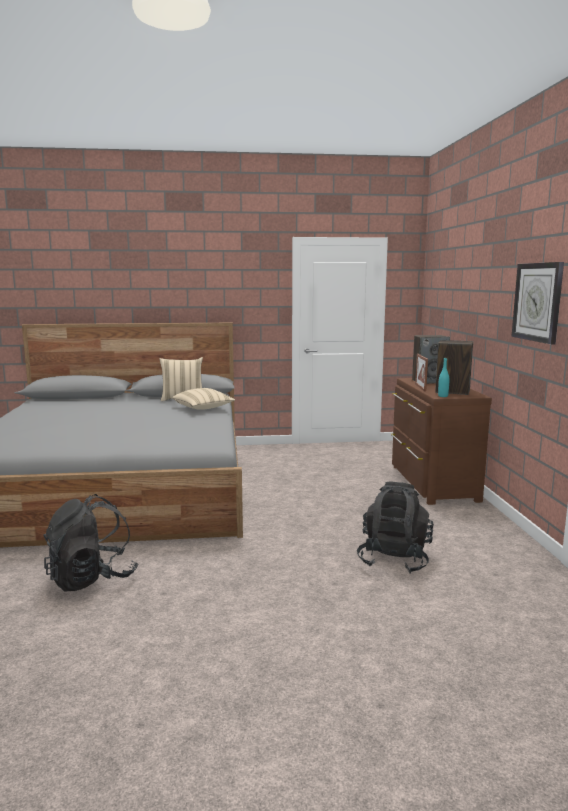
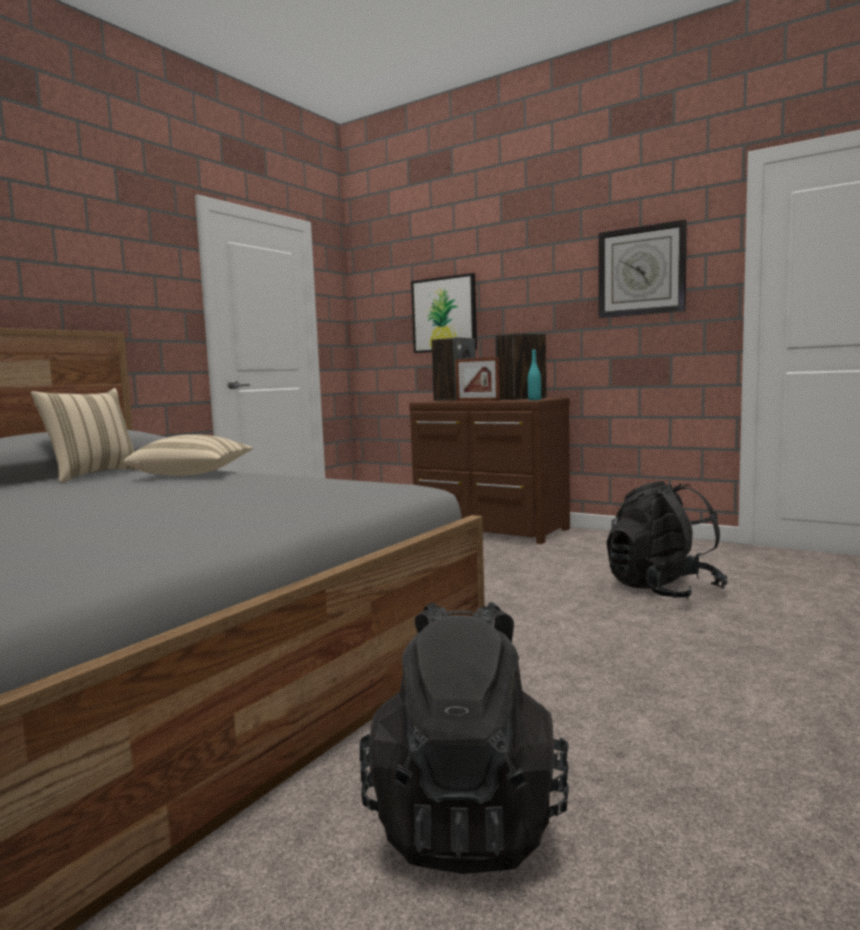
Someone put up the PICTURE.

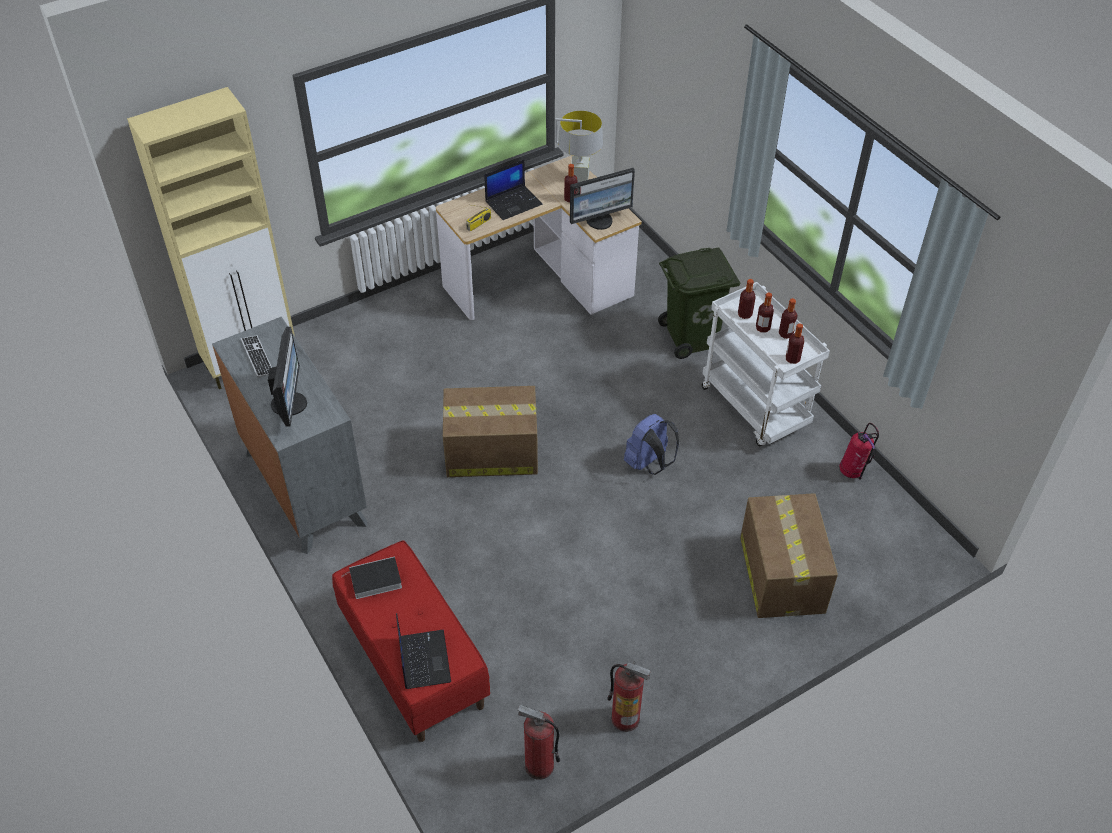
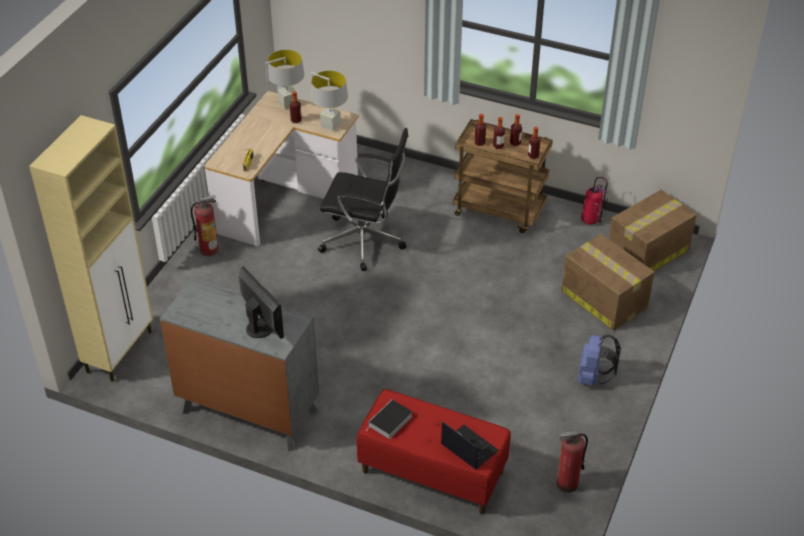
Someone took away the KEYBOARD.
Someone took away the LAPTOP (2nd from left).
Someone took away the GREEN TRASH CAN.
Someone put down the BLACK OFFICE CHAIR.
Someone carried the CARDBOARD BOX (1st from left in the first image).
Someone carried the FIRE EXTINGUISHER (2nd from left in the first image).
Someone carried the BLUE BACKPACK.
Someone swapped the MONITOR (2nd from left) for the GREY TABLE LAMP (2nd from left).
Someone repainted the WHITE CART, which became the BROWN CART.

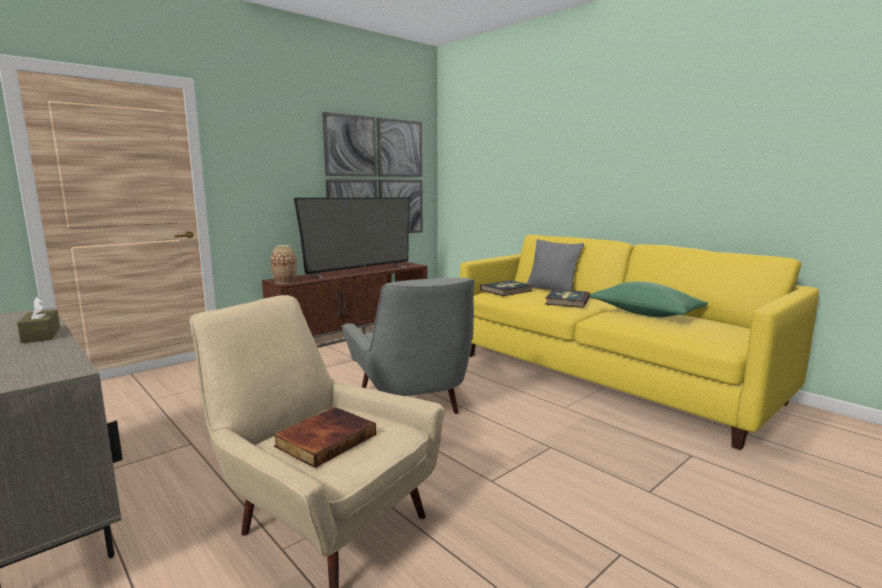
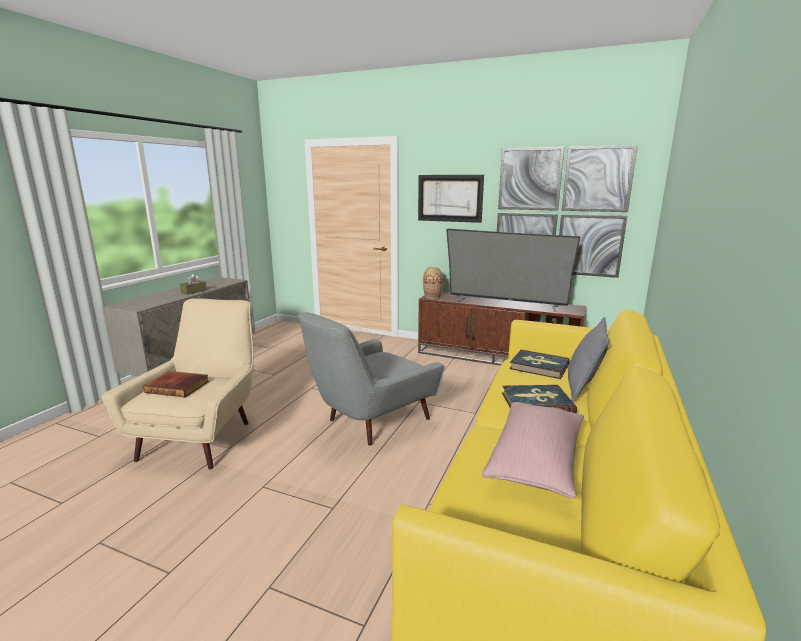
Someone put up the PICTURE (1st from left).
Someone repainted the GREEN PILLOW, which became the PINK PILLOW.

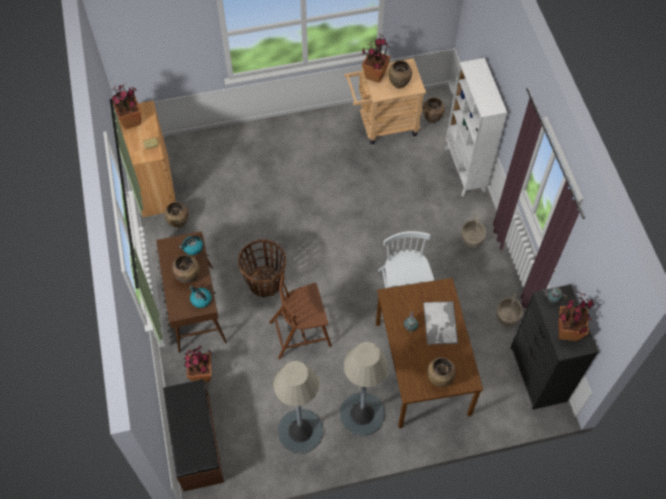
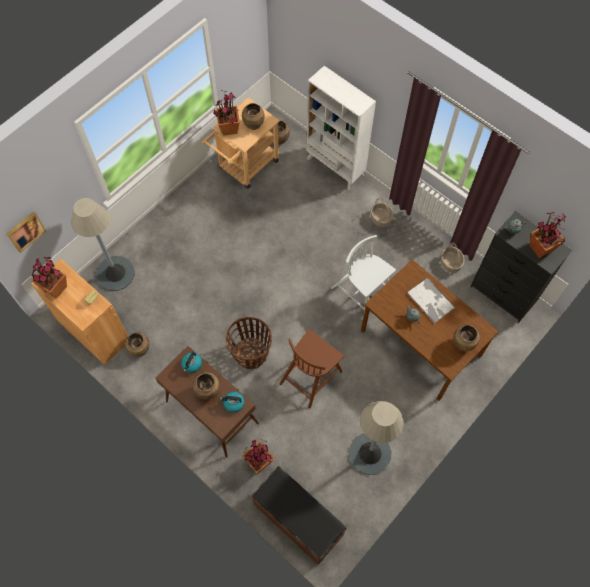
Someone put up the PICTURE.
Someone carried the GREY FLOOR LAMP (2nd from left in the first image).

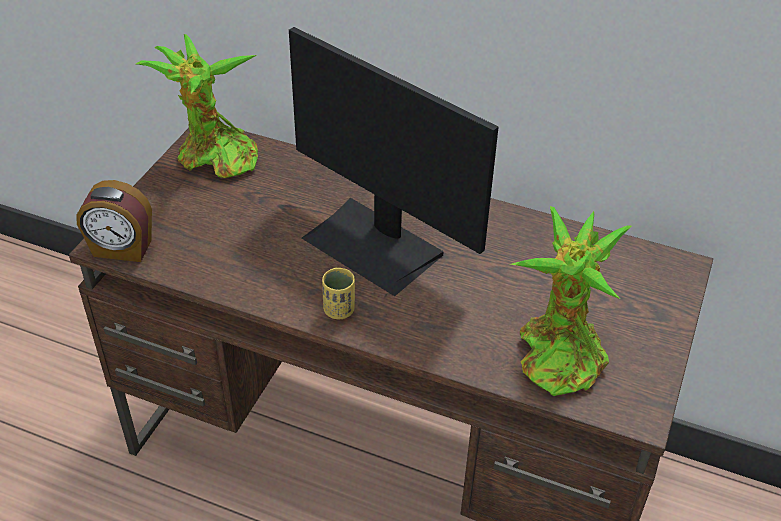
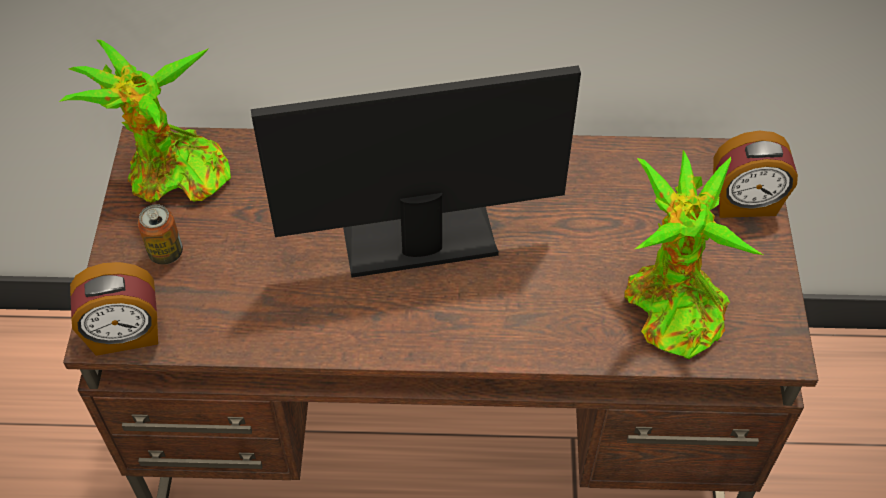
Someone took away the YELLOW CUP.
Someone put down the CAN.
Someone put down the ALARM CLOCK (2nd from left).
Someone rotated the MONITOR by 150 degrees clockwise.

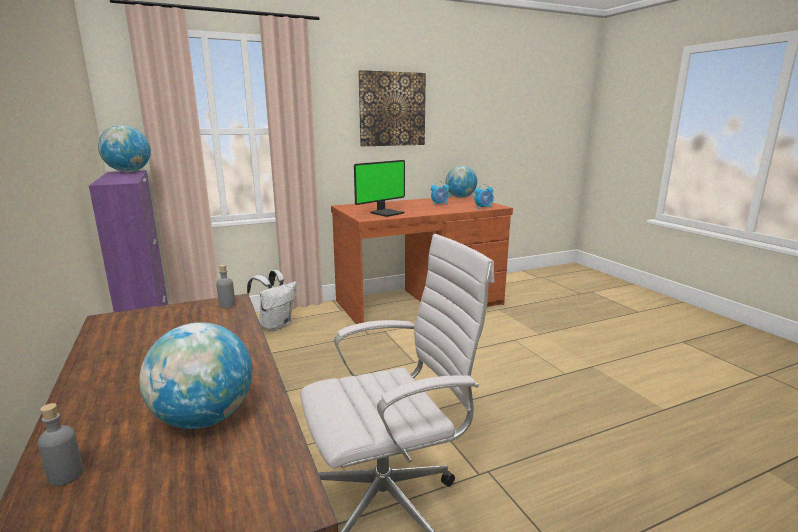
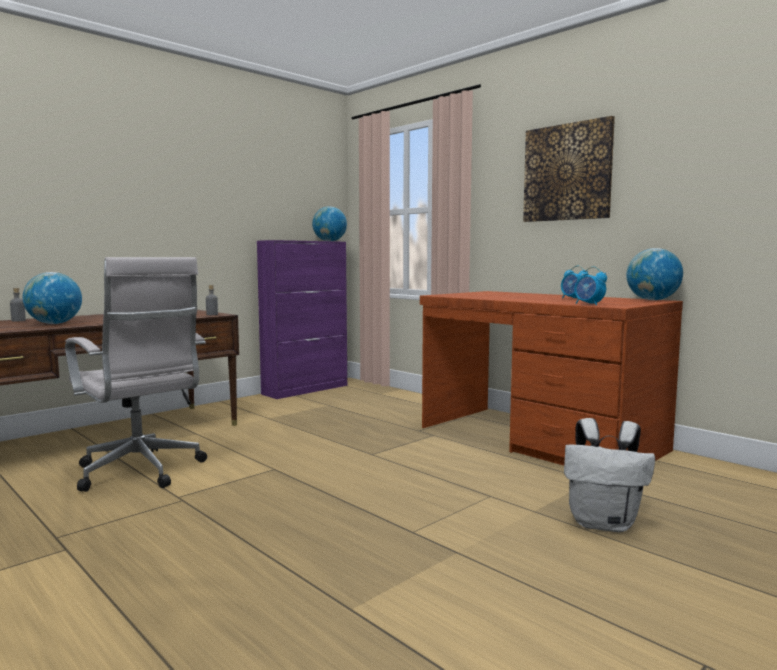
Someone took away the MONITOR.
Someone carried the WHITE BACKPACK.

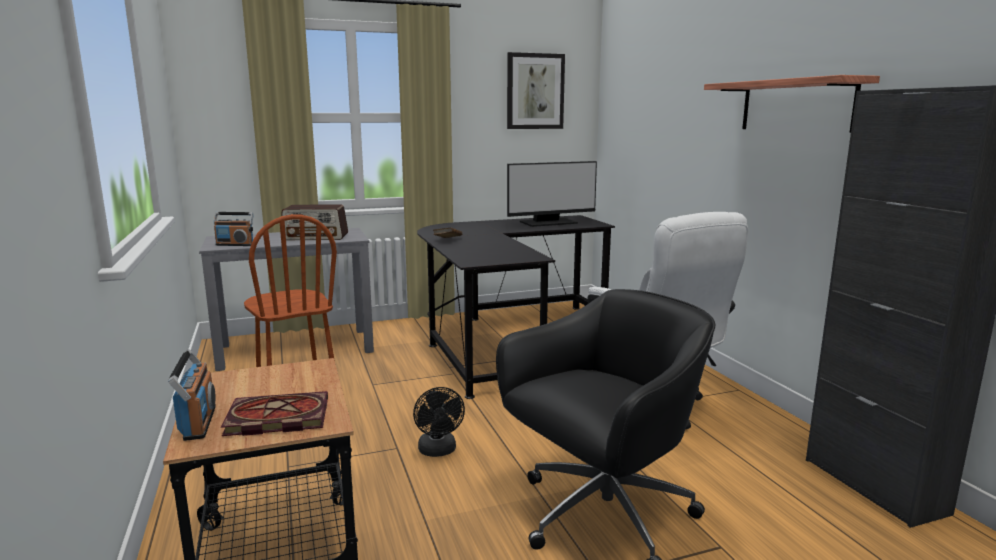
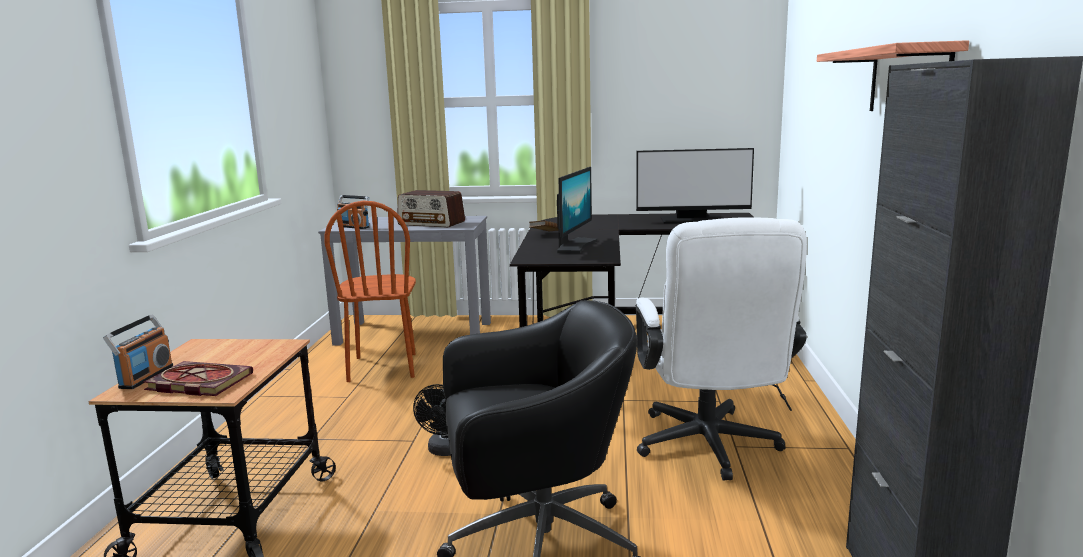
Someone took away the PICTURE.
Someone put down the MONITOR (1st from left).

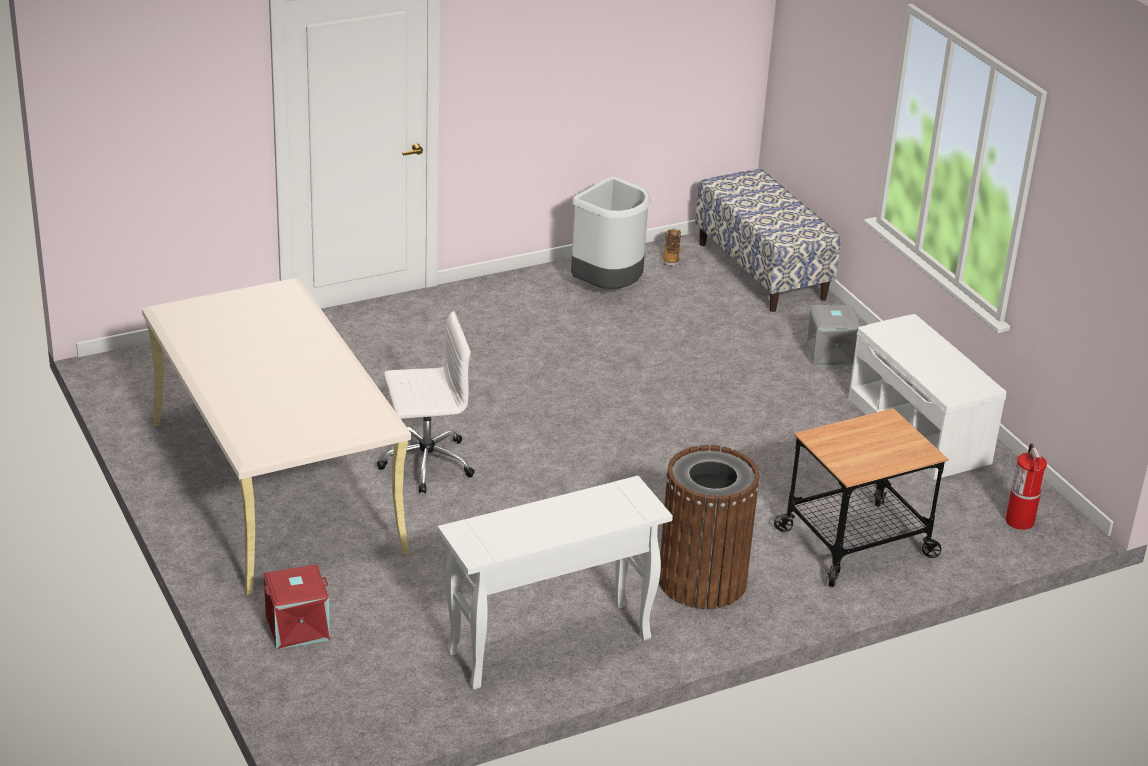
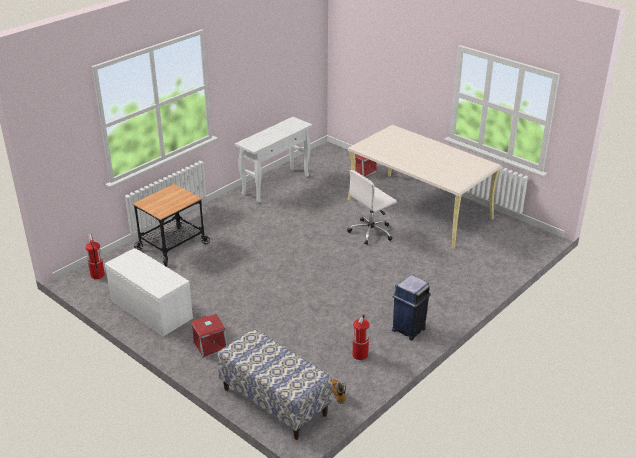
Someone took away the BROWN TRASH CAN.
Someone put down the BLUE TRASH CAN.
Someone swapped the GREY TRASH CAN for the FIRE EXTINGUISHER (2nd from left).
Someone repainted the GREY STORAGE BOX, which became the RED STORAGE BOX (1st from left).

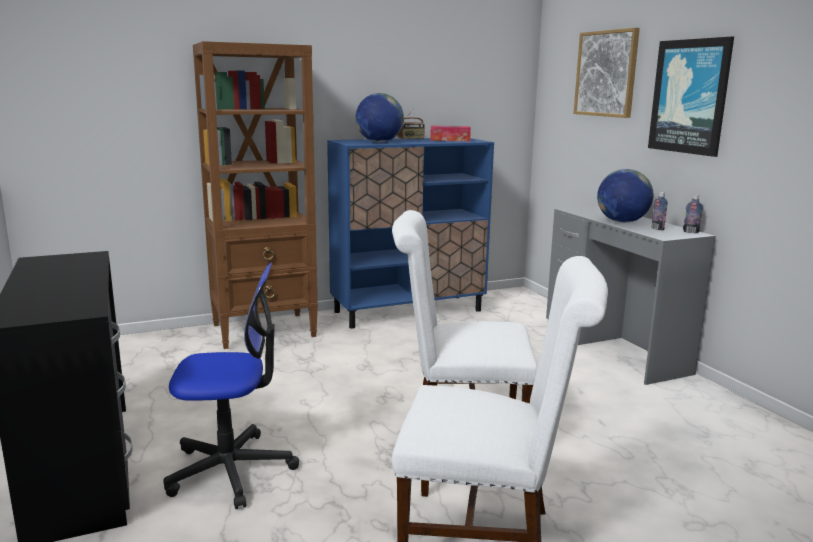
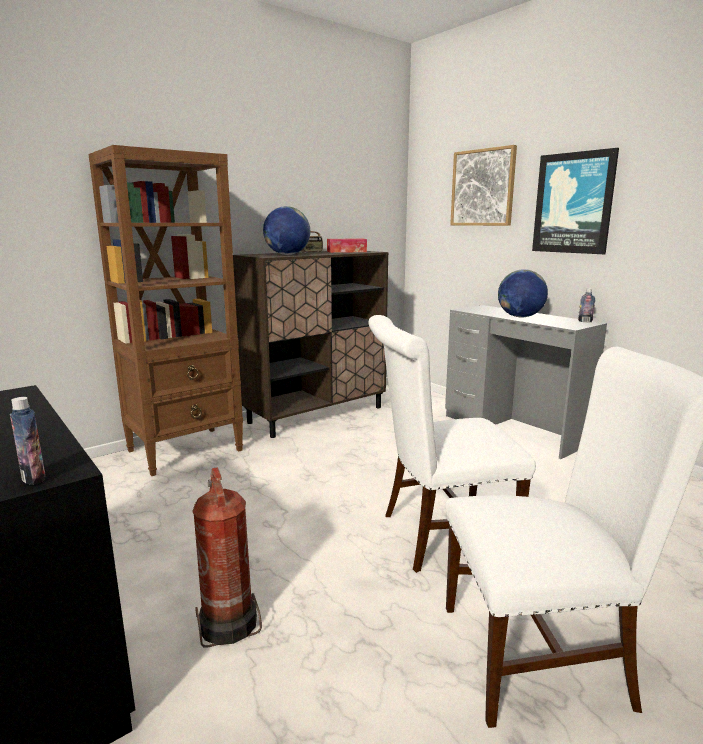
Someone carried the BOTTLE (1st from left).
Someone swapped the OFFICE CHAIR for the FIRE EXTINGUISHER.
Someone repainted the BLUE CABINET, which became the BROWN CABINET.

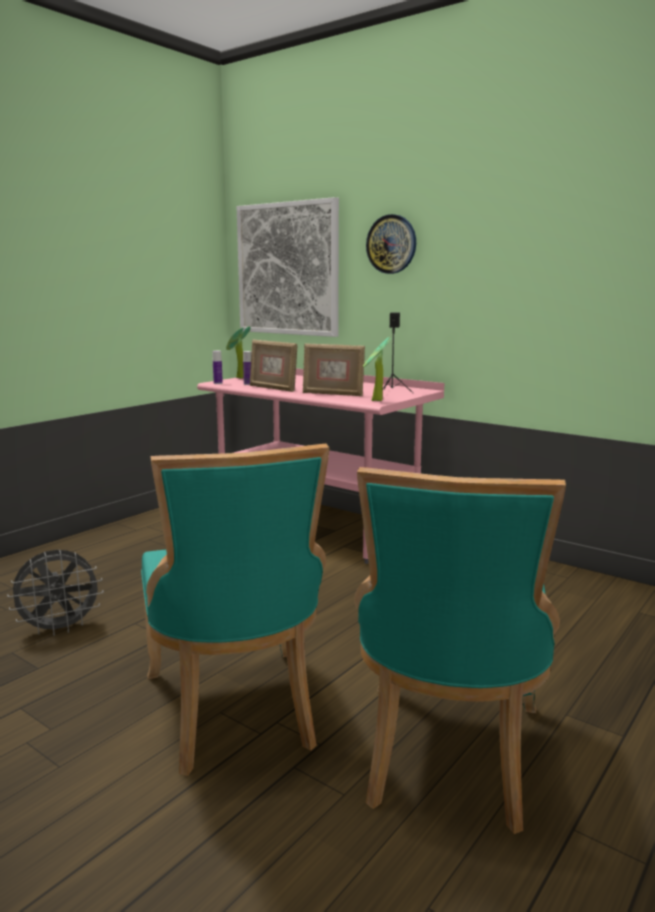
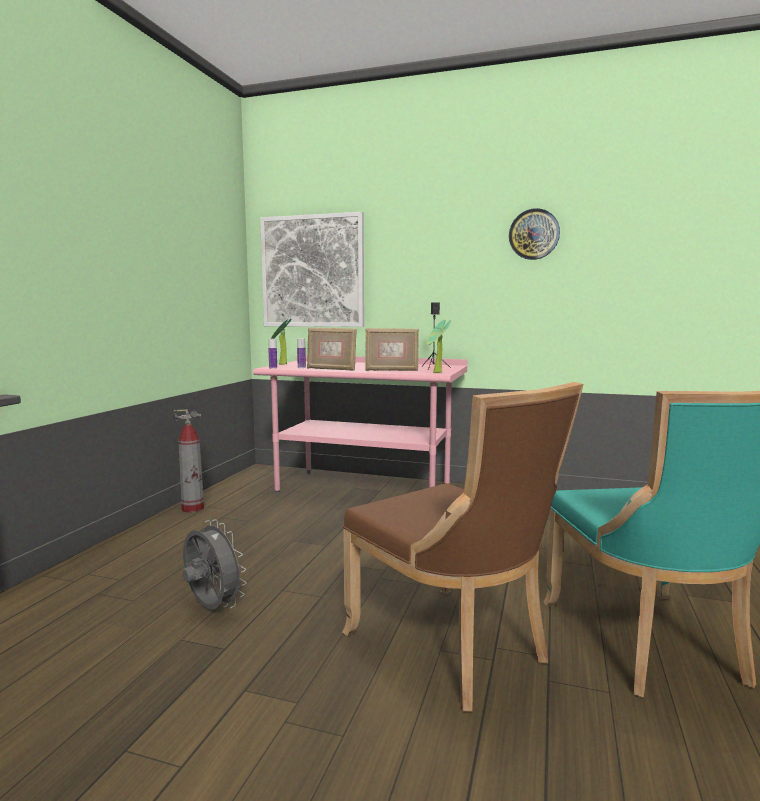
Someone put down the FIRE EXTINGUISHER.
Someone carried the WALL CLOCK.
Someone repainted the TURQUOISE CHAIR (1st from left), which became the BROWN CHAIR.
Someone rotated the GREY FAN by 90 degrees counterclockwise.

